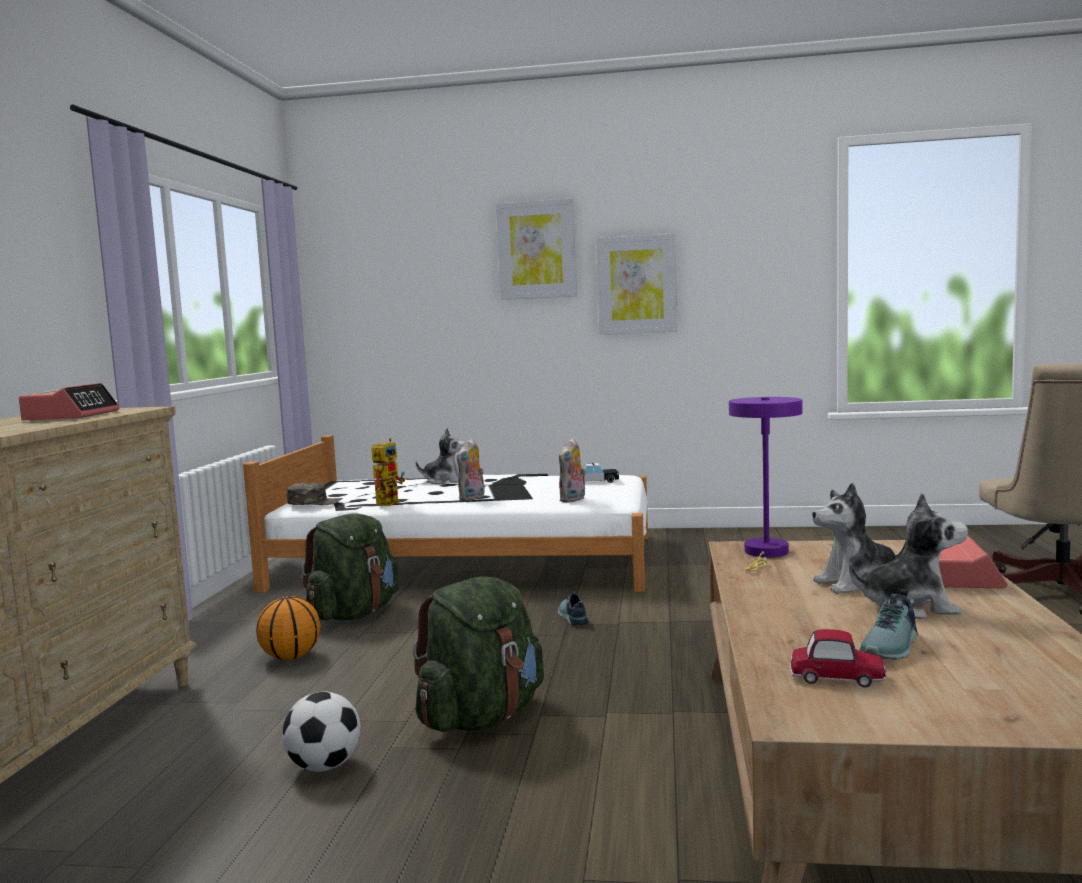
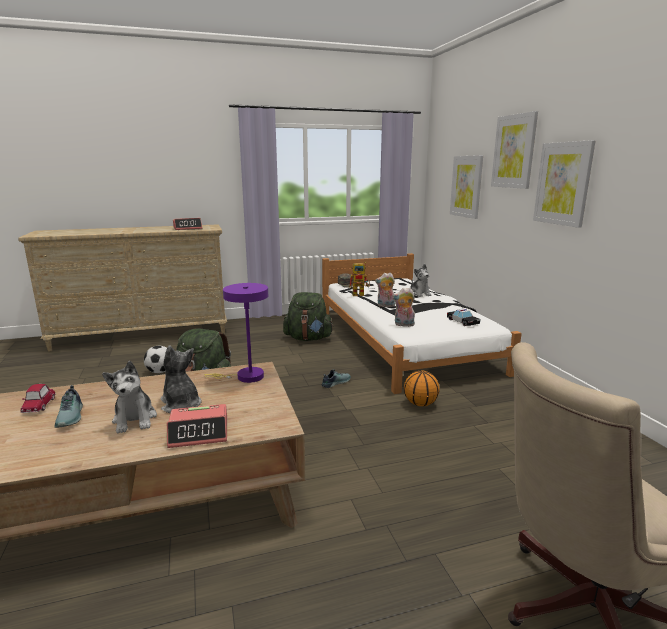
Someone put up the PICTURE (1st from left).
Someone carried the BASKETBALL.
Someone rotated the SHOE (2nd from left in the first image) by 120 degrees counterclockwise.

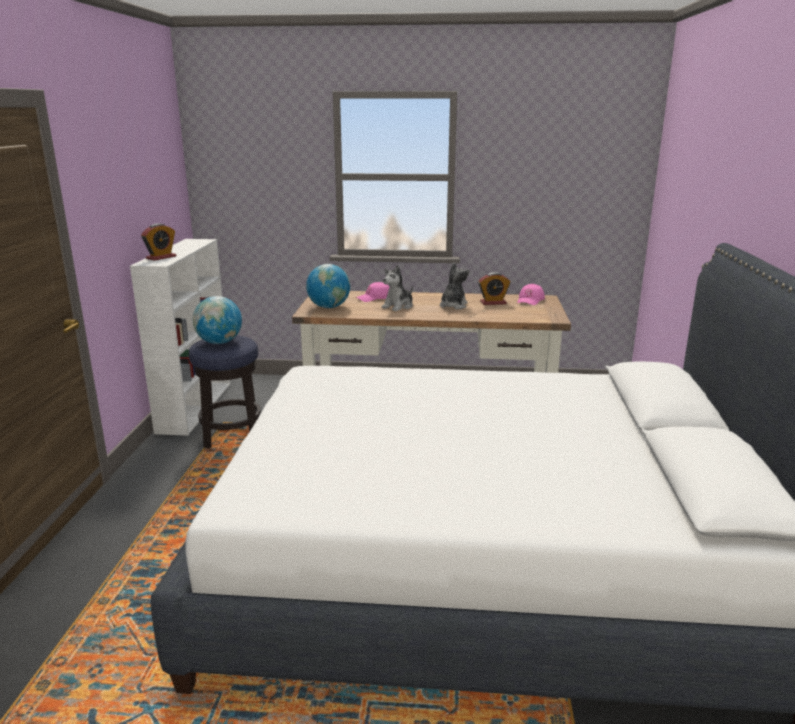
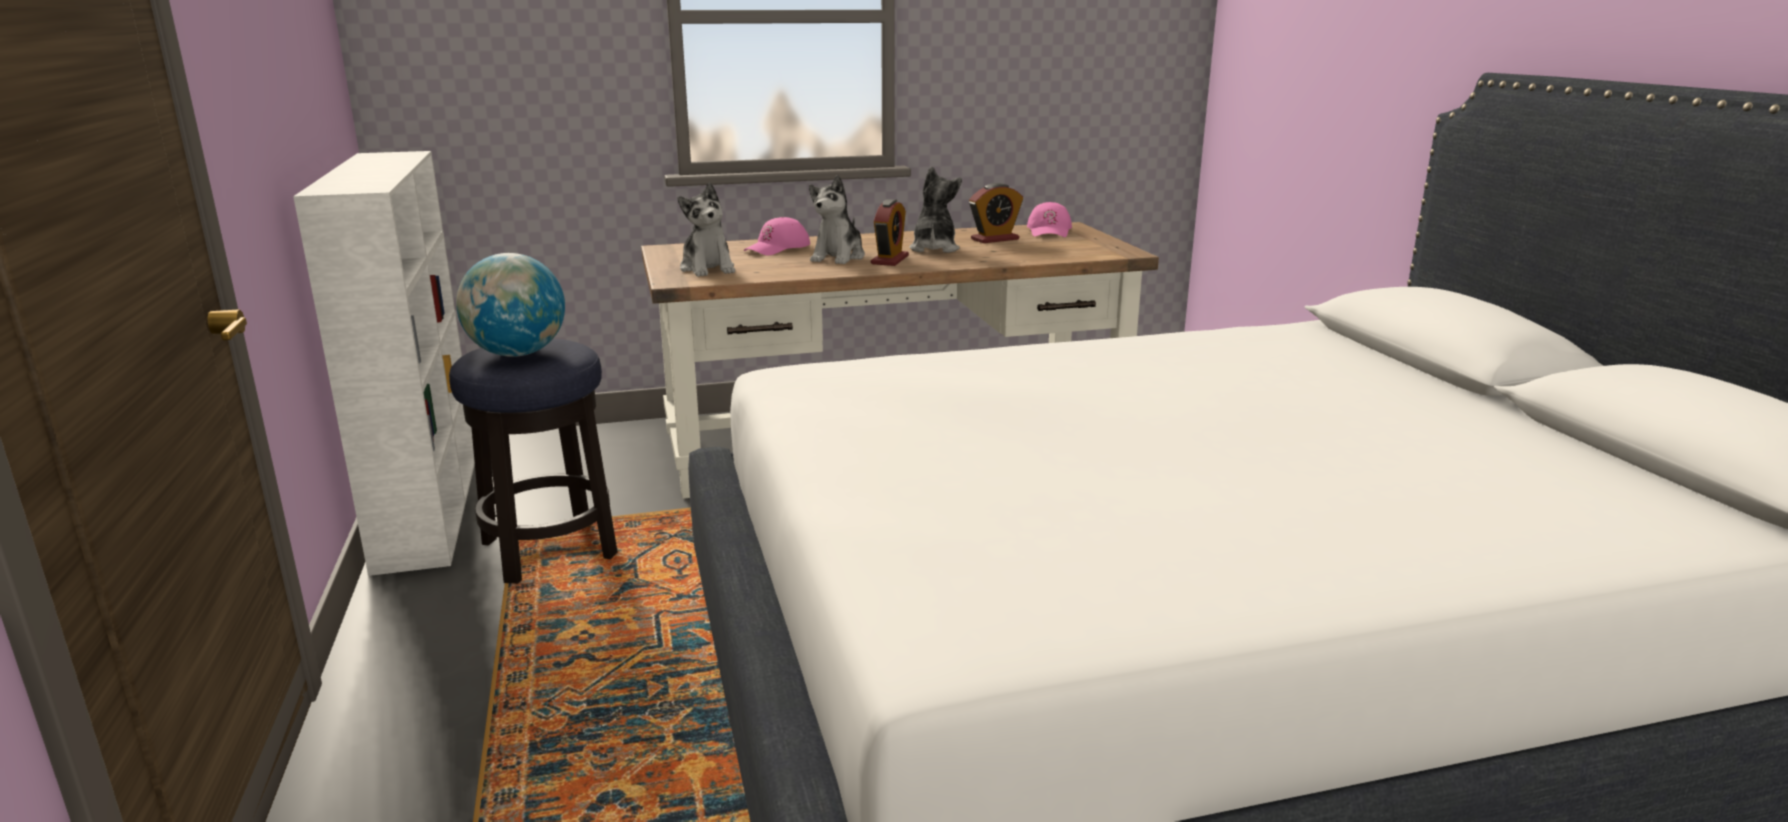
Someone carried the ALARM CLOCK (1st from left).
Someone swapped the GLOBE (2nd from left) for the PLUSH TOY (1st from left).

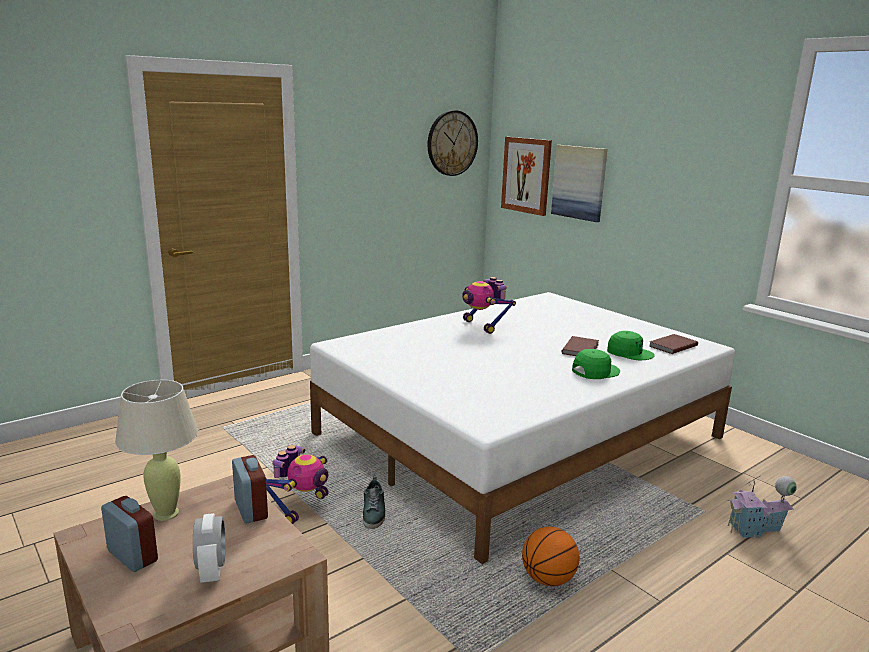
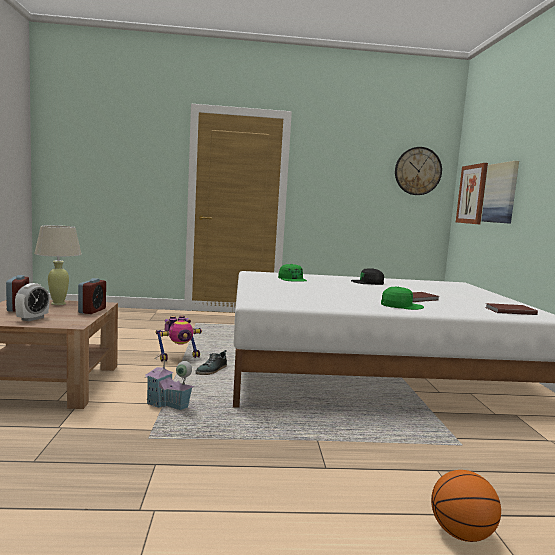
Someone carried the BASKETBALL.
Someone carried the GREEN CAP (2nd from left in the first image).
Someone carried the TOY HOUSE.
Someone swapped the TOY ROBOT (2nd from left) for the BLACK CAP.

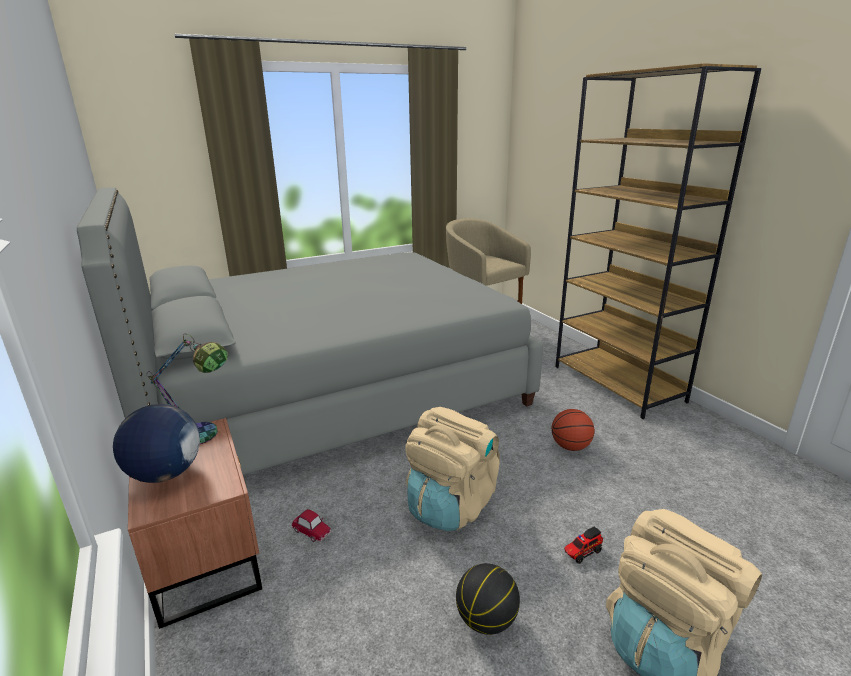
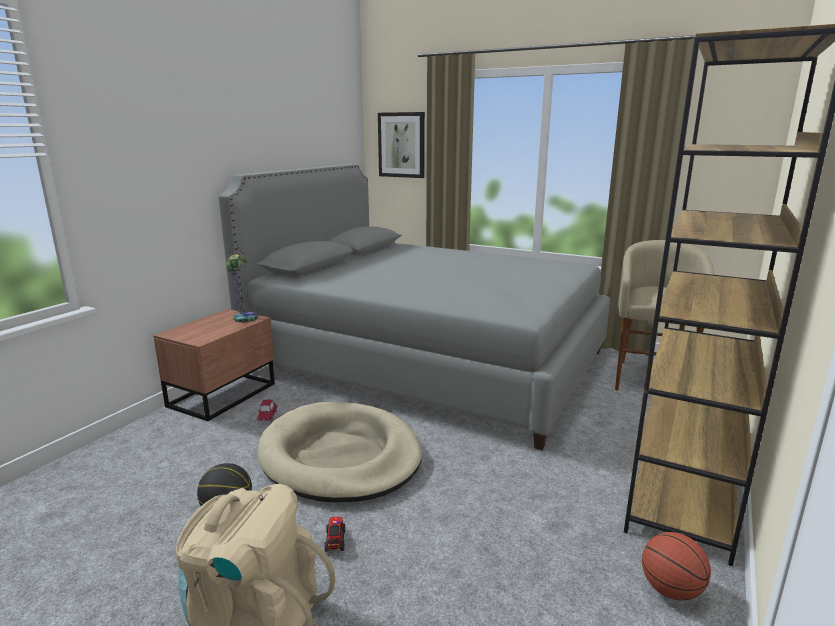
Someone took away the GLOBE.
Someone put up the PICTURE.
Someone carried the BASKETBALL (2nd from left).
Someone swapped the BEIGE BACKPACK (1st from left) for the BEIGE DOG BED.
Someone rotated the TOY TRUCK by 60 degrees clockwise.

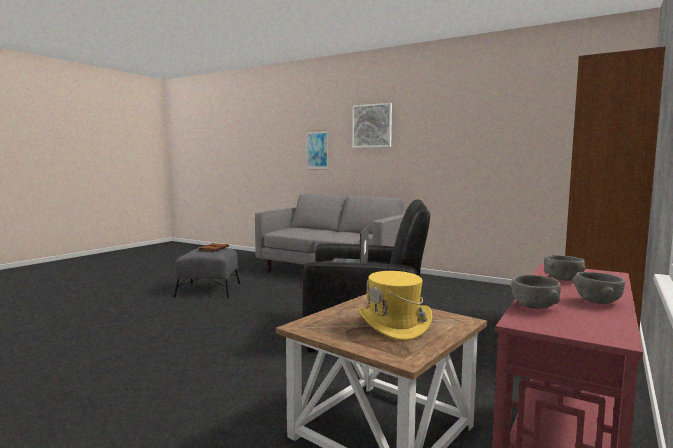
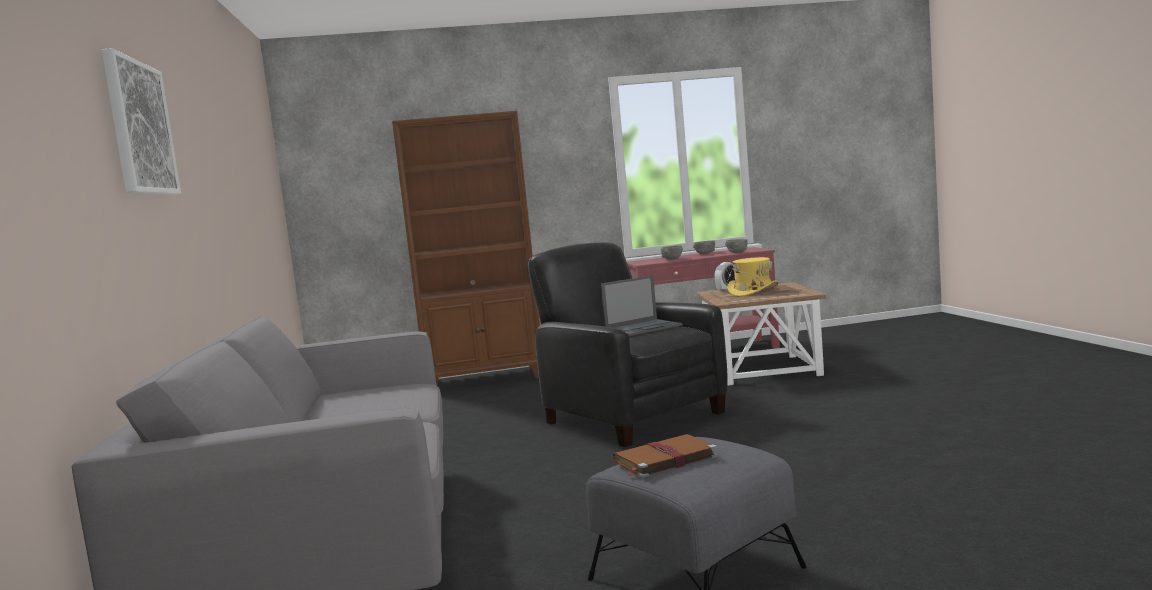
Someone took away the PICTURE (1st from left).
Someone put down the ALARM CLOCK.

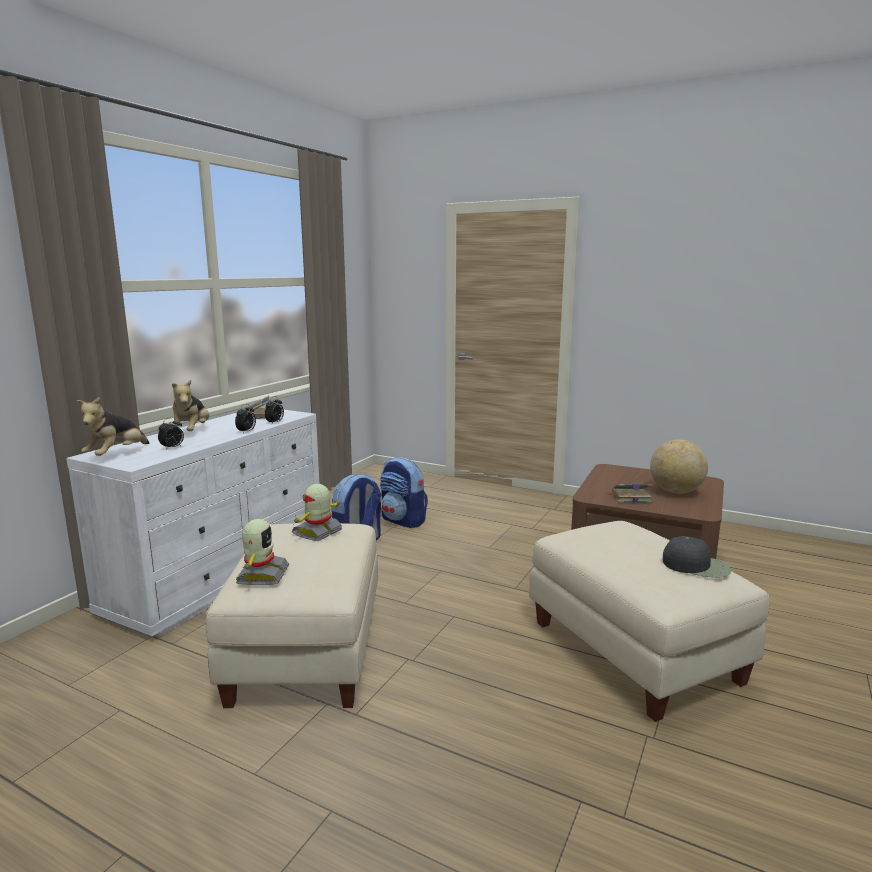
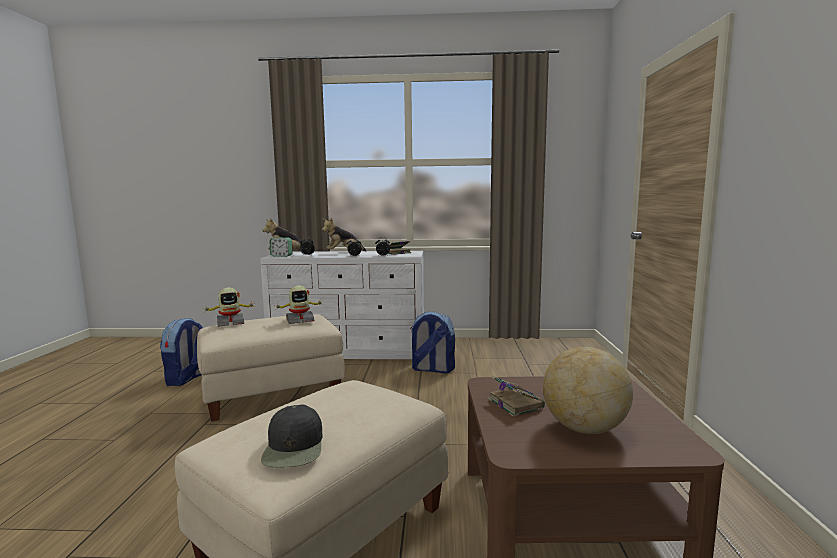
Someone put down the ALARM CLOCK (1st from left).
Someone carried the BACKPACK (2nd from left in the first image).
Someone rotated the TOY ROBOT (2nd from left) by 150 degrees clockwise.

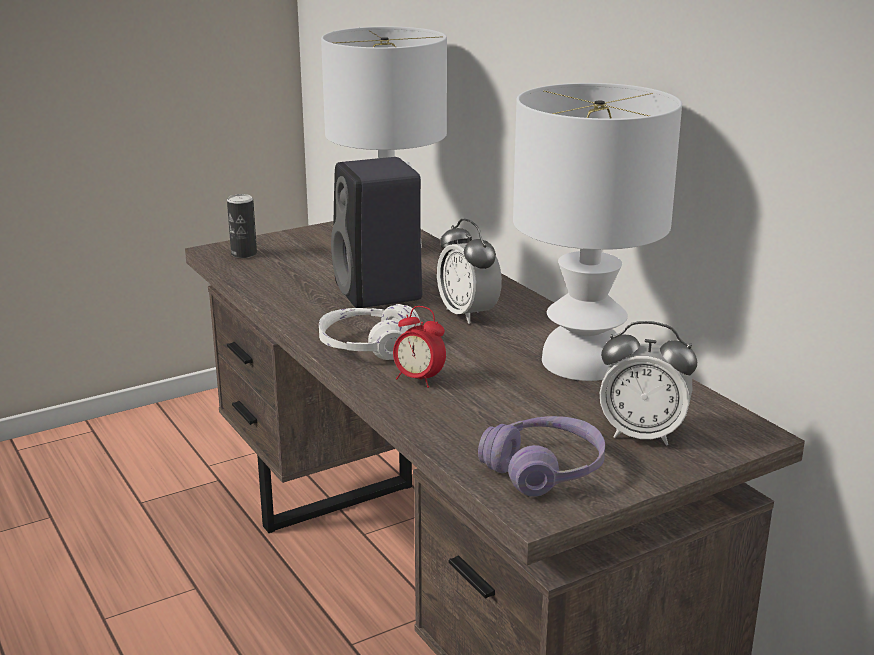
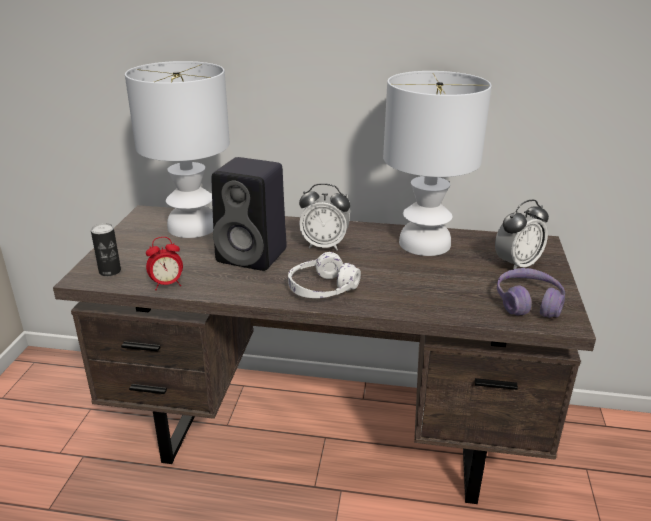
Someone carried the ALARM CLOCK (1st from left).

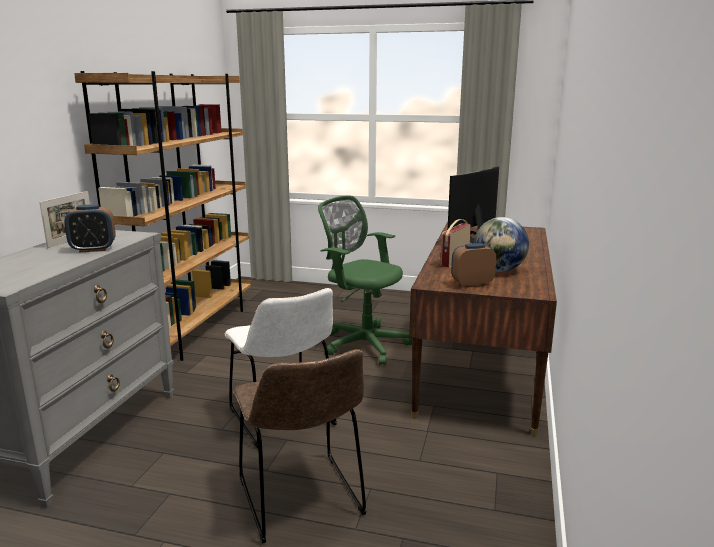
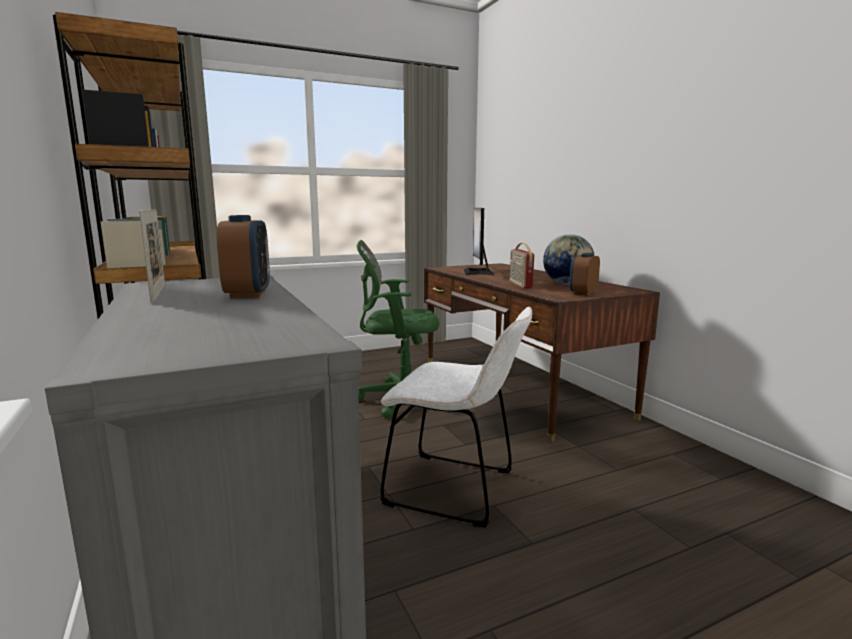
Someone took away the BROWN CHAIR.
Someone rotated the ALARM CLOCK (1st from left) by 45 degrees counterclockwise.

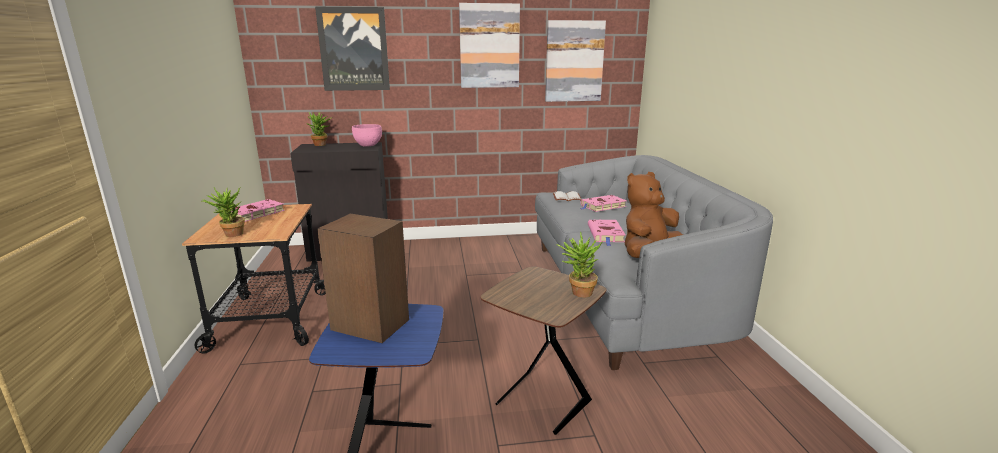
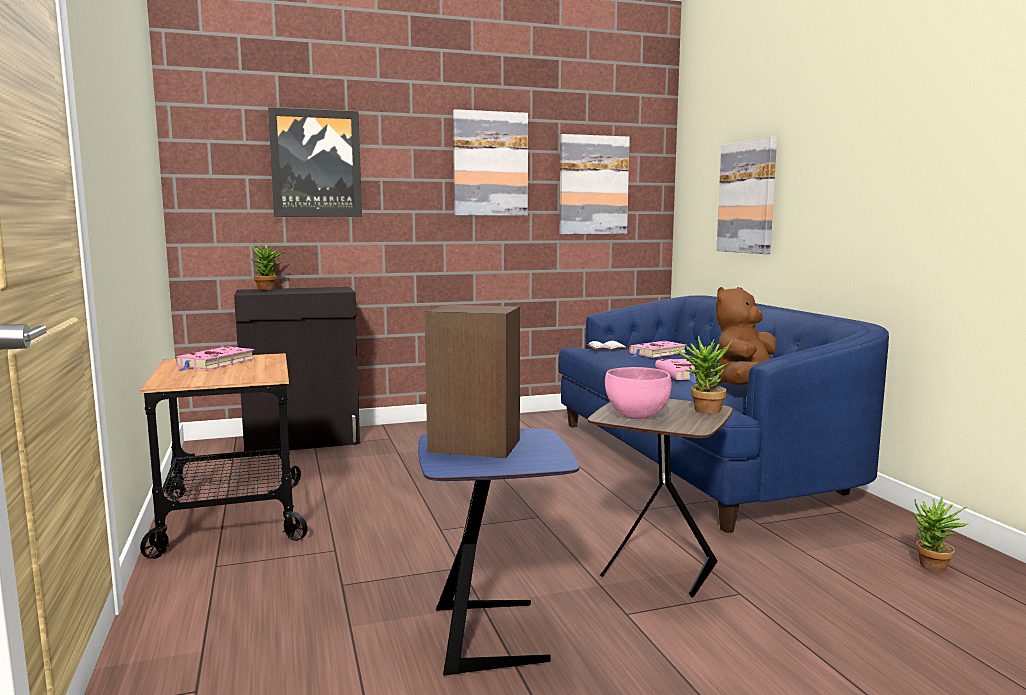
Someone put up the PICTURE (4th from left).
Someone carried the POTTED PLANT (1st from left in the first image).
Someone carried the PINK BOWL.
Someone repainted the GREY SOFA, which became the BLUE SOFA.

